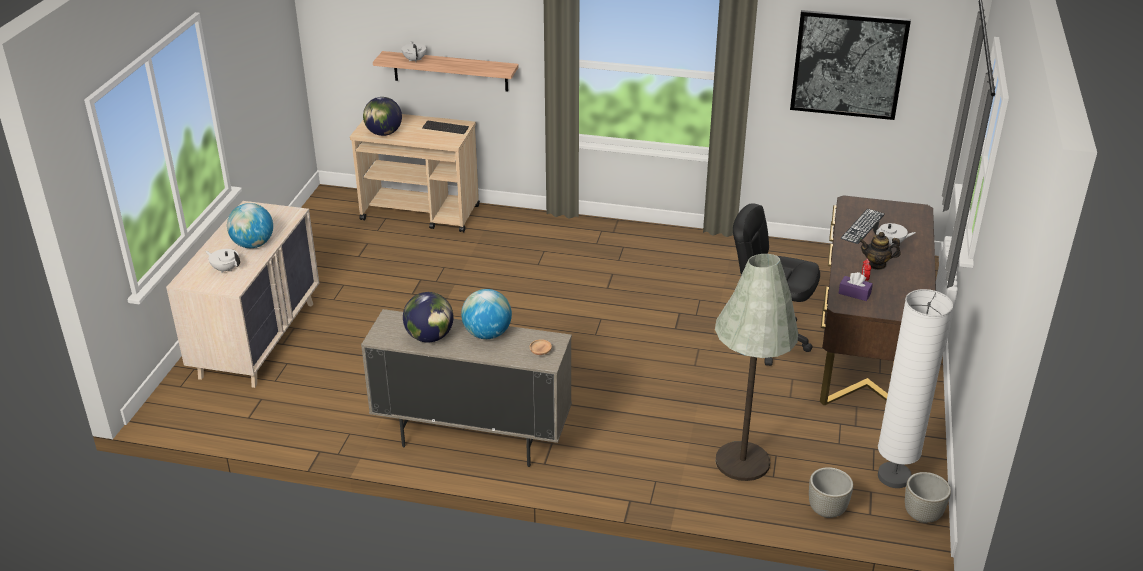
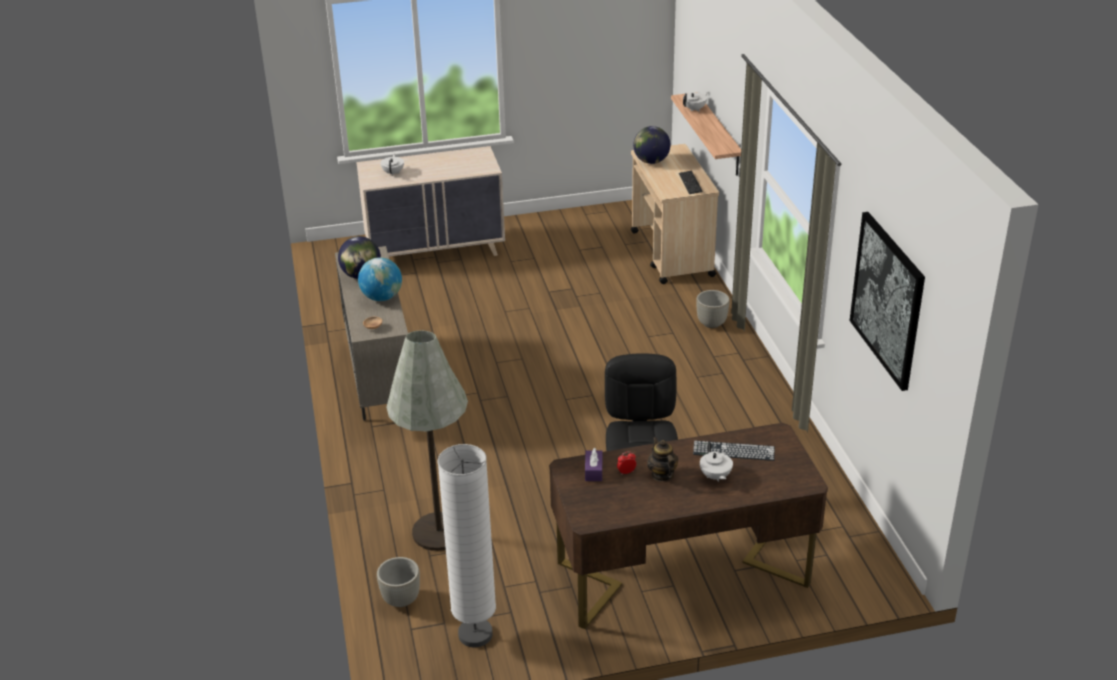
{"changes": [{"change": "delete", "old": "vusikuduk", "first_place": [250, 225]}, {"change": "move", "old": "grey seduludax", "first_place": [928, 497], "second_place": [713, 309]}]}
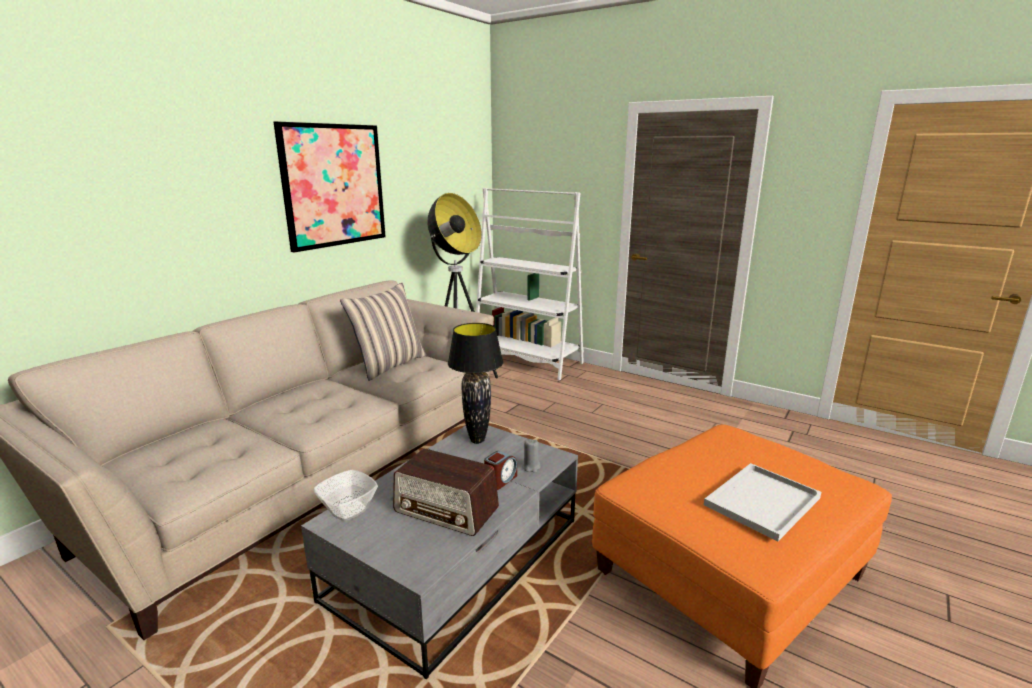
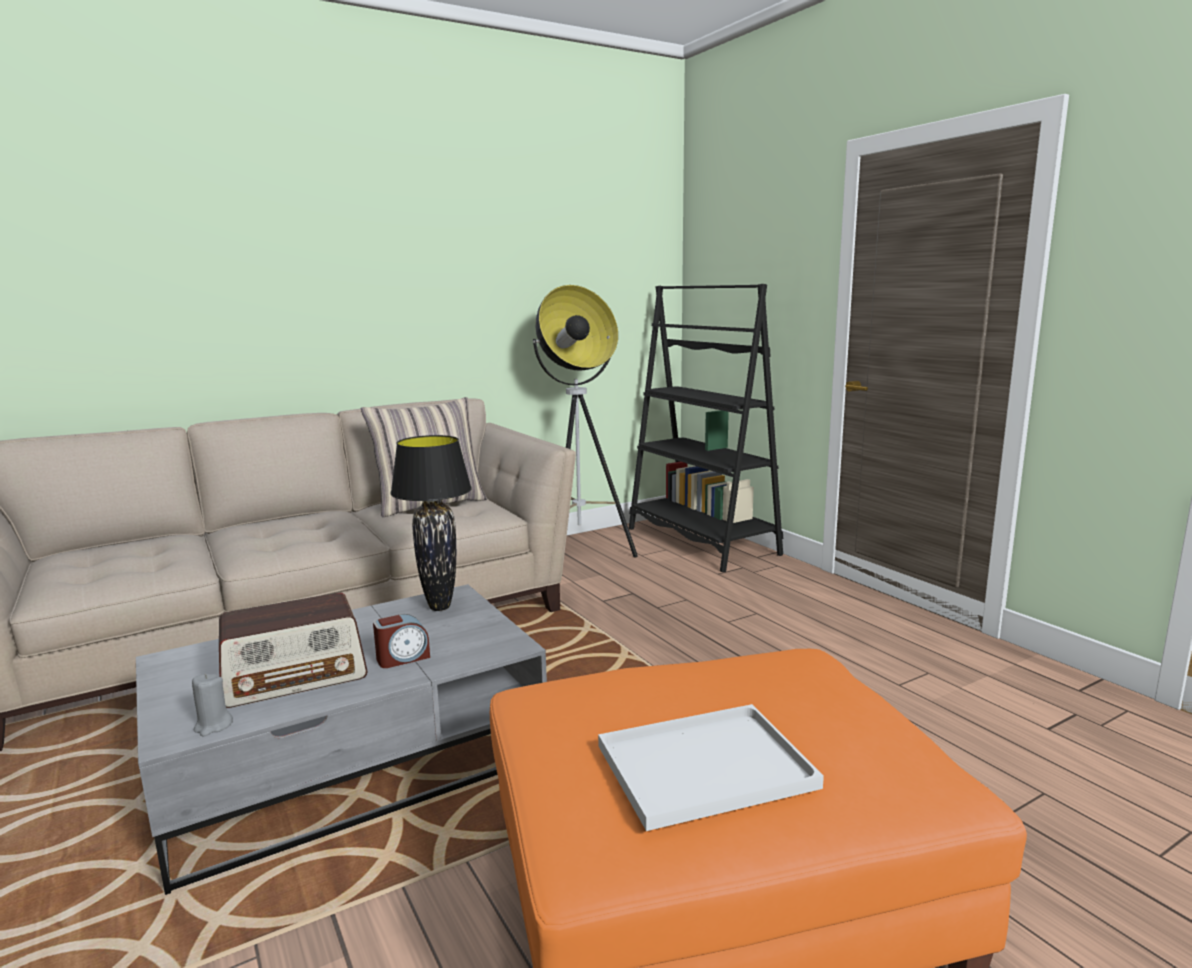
{"changes": [{"change": "delete", "old": "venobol", "first_place": [330, 187]}, {"change": "delete", "old": "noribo", "first_place": [346, 495]}, {"change": "rotate", "old": "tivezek", "first_place": [446, 492], "second_place": [293, 650], "degrees": -75}, {"change": "recolor", "old": "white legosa", "new": "black legosa", "first_place": [530, 284], "second_place": [706, 428]}, {"change": "move", "old": "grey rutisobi", "first_place": [531, 456], "second_place": [212, 705]}]}
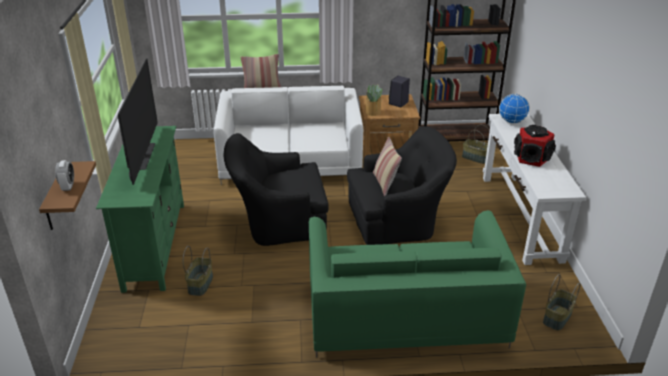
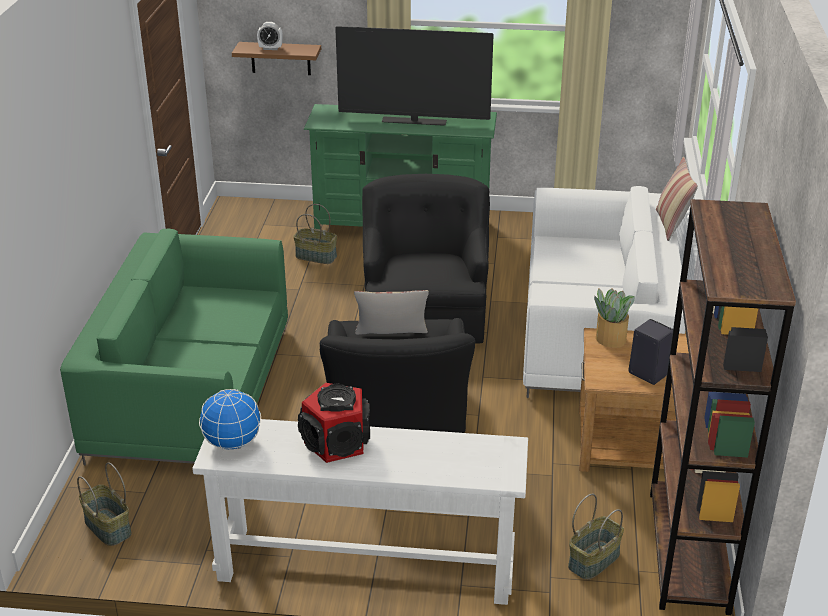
{"changes": [{"change": "move", "old": "vusikuduk", "first_place": [514, 109], "second_place": [230, 419]}]}
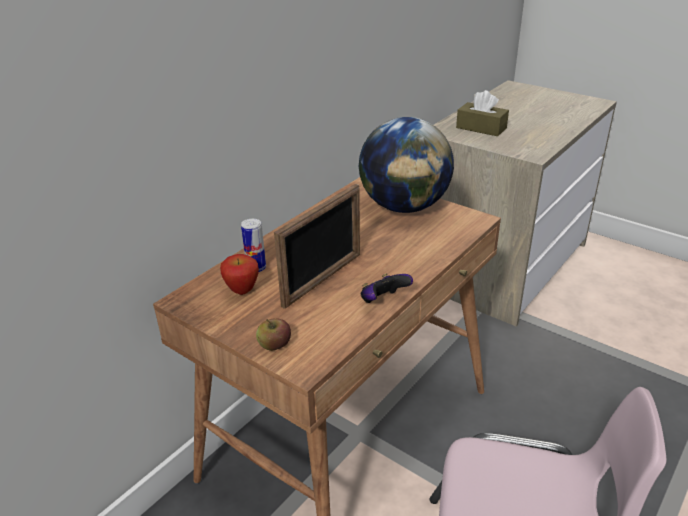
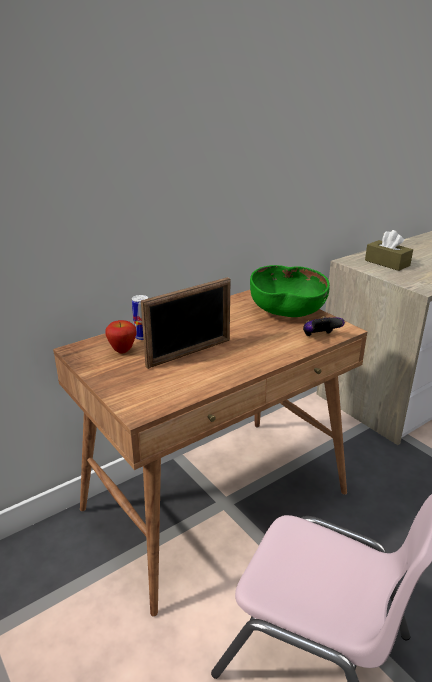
{"changes": [{"change": "delete", "old": "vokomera", "first_place": [273, 334]}, {"change": "replace", "old": "vusikuduk", "new": "green noribo", "first_place": [406, 165], "second_place": [290, 291]}, {"change": "move", "old": "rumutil", "first_place": [387, 288], "second_place": [324, 326]}]}
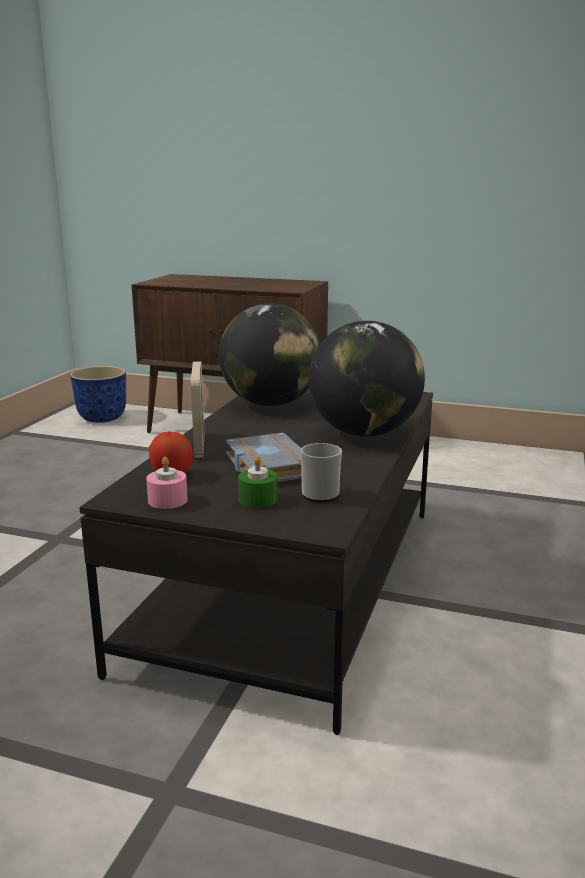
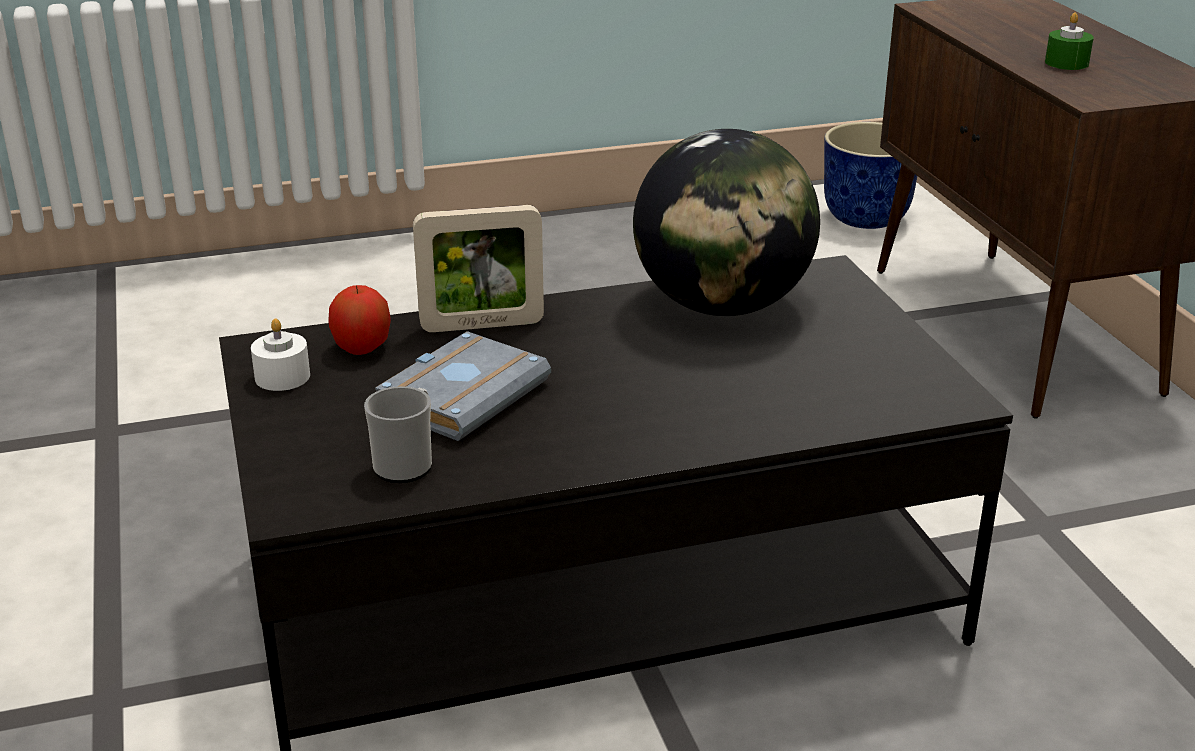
{"changes": [{"change": "recolor", "old": "pink rutisobi", "new": "white rutisobi", "first_place": [166, 483], "second_place": [280, 354]}, {"change": "rotate", "old": "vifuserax", "first_place": [197, 409], "second_place": [478, 268], "degrees": -150}, {"change": "move", "old": "green rutisobi", "first_place": [258, 482], "second_place": [1069, 41]}, {"change": "delete", "old": "vusikuduk", "first_place": [367, 379]}]}
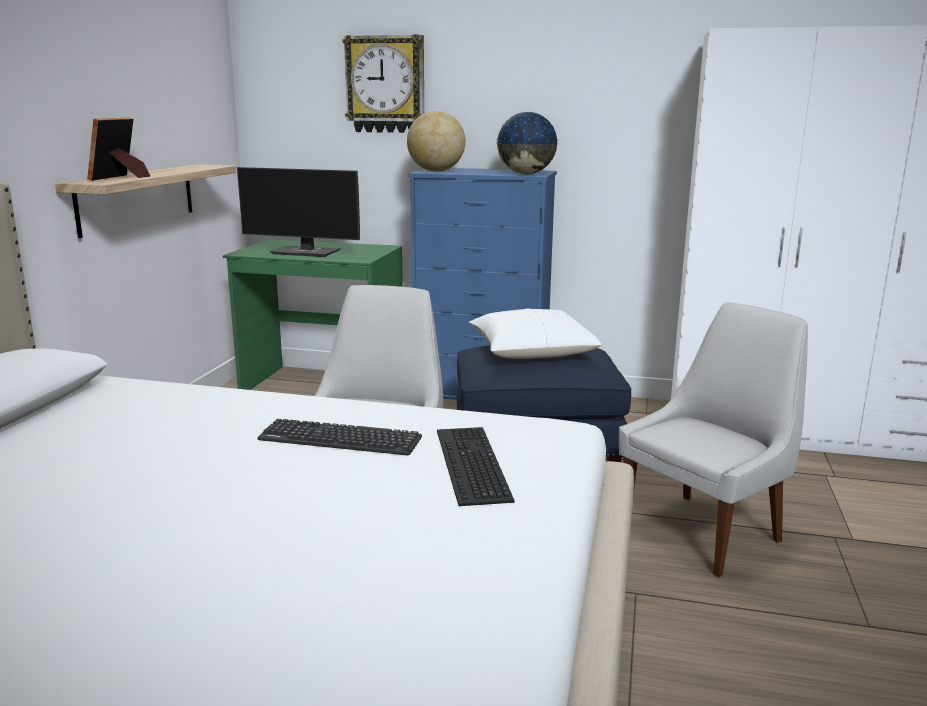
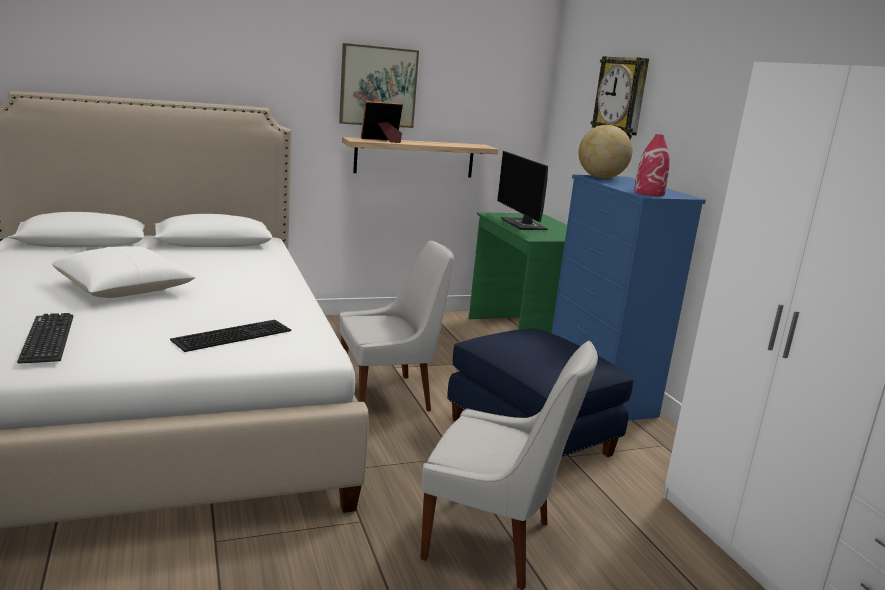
{"changes": [{"change": "move", "old": "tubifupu", "first_place": [340, 437], "second_place": [45, 338]}, {"change": "move", "old": "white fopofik", "first_place": [535, 334], "second_place": [124, 272]}, {"change": "replace", "old": "vusikuduk", "new": "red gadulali", "first_place": [527, 143], "second_place": [651, 165]}, {"change": "insert", "new": "venobol", "second_place": [379, 85]}]}
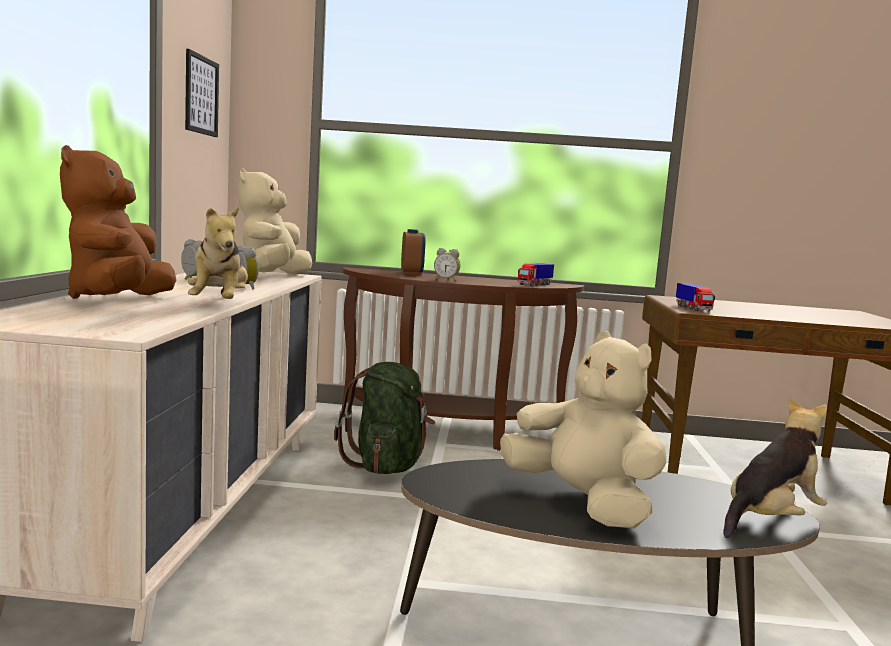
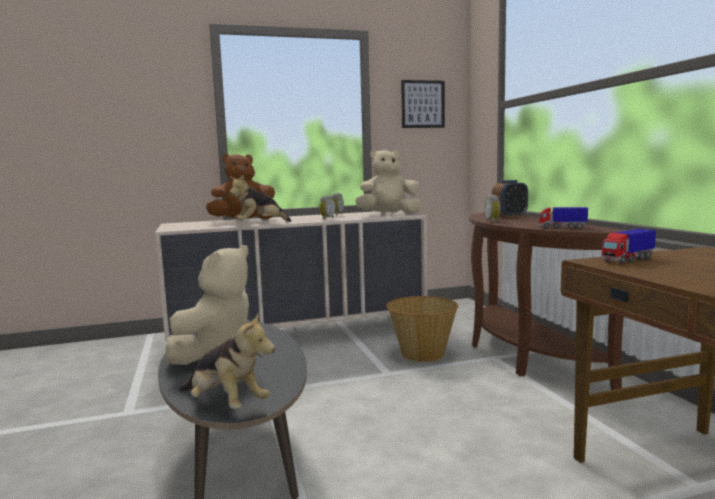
{"changes": [{"change": "replace", "old": "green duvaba", "new": "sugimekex", "first_place": [384, 418], "second_place": [422, 329]}]}
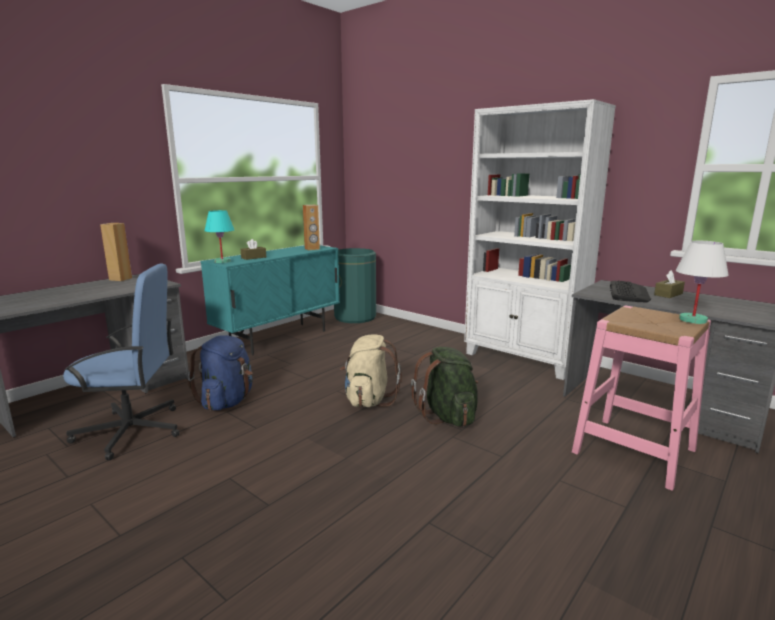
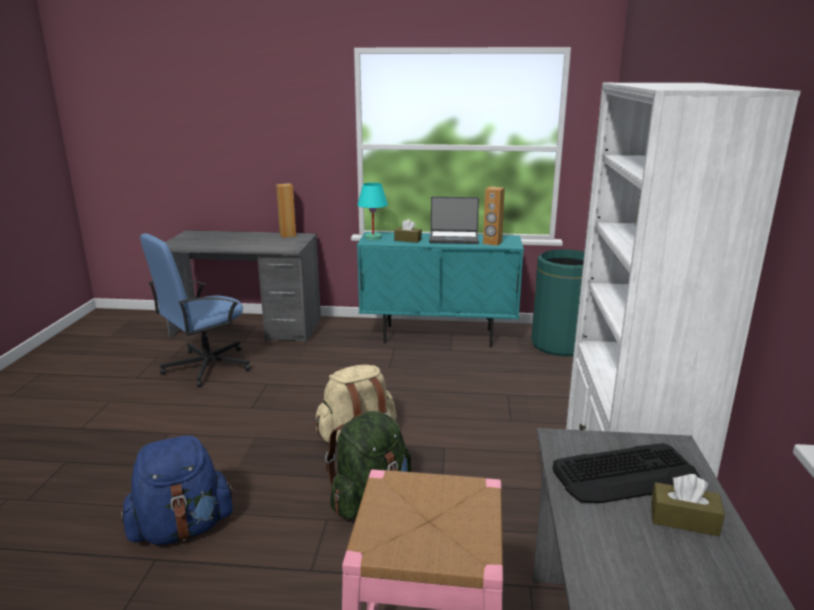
{"changes": [{"change": "rotate", "old": "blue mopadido", "first_place": [121, 362], "second_place": [195, 310], "degrees": 90}, {"change": "move", "old": "blue duvaba", "first_place": [220, 373], "second_place": [177, 490]}, {"change": "delete", "old": "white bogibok", "first_place": [702, 282]}, {"change": "insert", "new": "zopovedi", "second_place": [454, 220]}]}
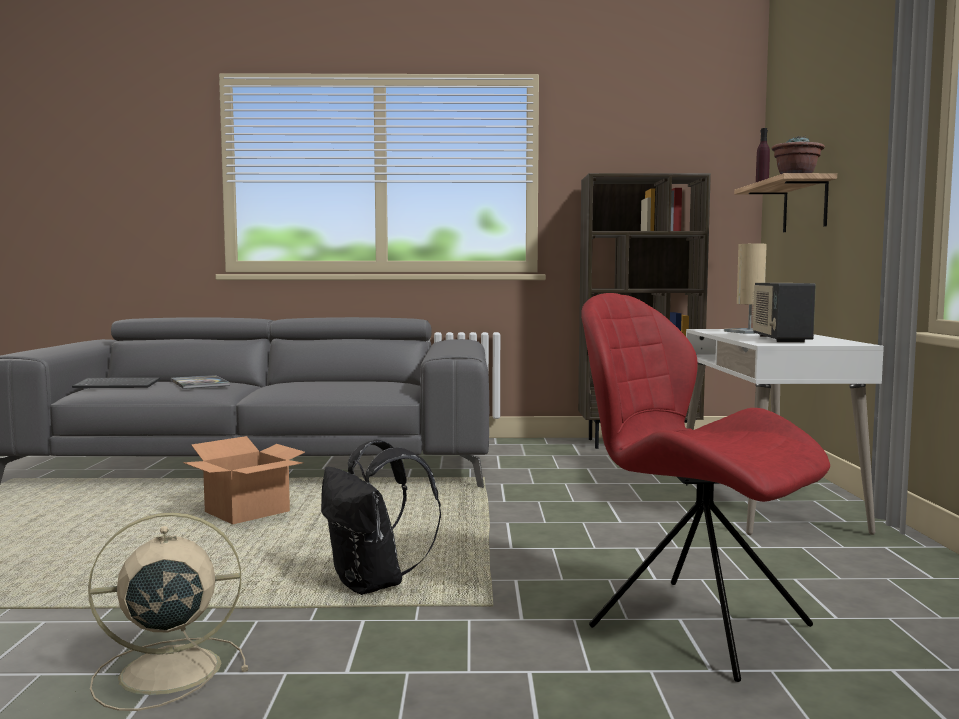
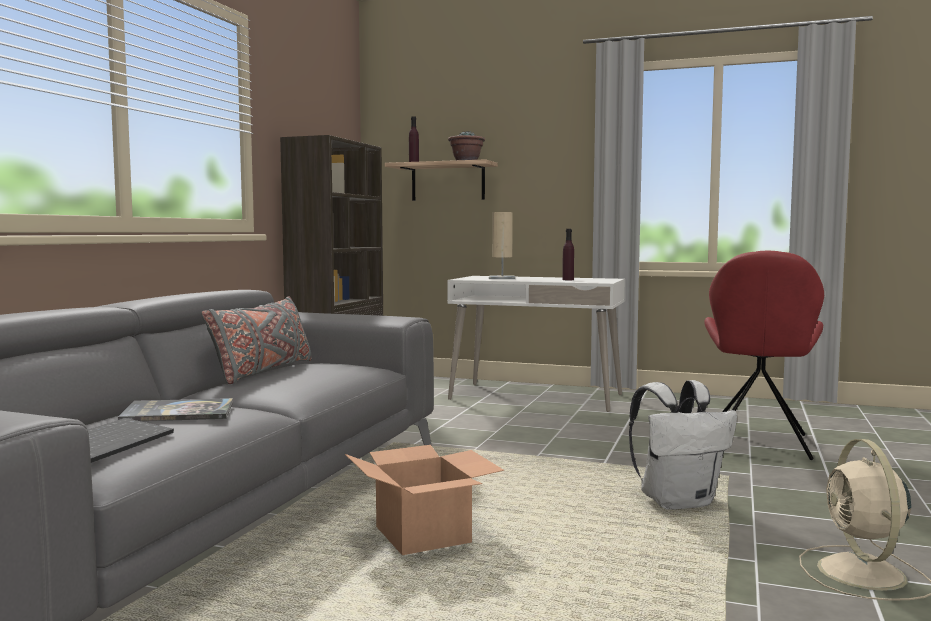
{"changes": [{"change": "recolor", "old": "black duvaba", "new": "white duvaba", "first_place": [381, 517], "second_place": [683, 445]}, {"change": "rotate", "old": "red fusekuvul", "first_place": [705, 487], "second_place": [764, 355], "degrees": -45}, {"change": "replace", "old": "tivezek", "new": "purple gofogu", "first_place": [784, 312], "second_place": [568, 254]}, {"change": "insert", "new": "grey fopofik", "second_place": [256, 340]}]}
